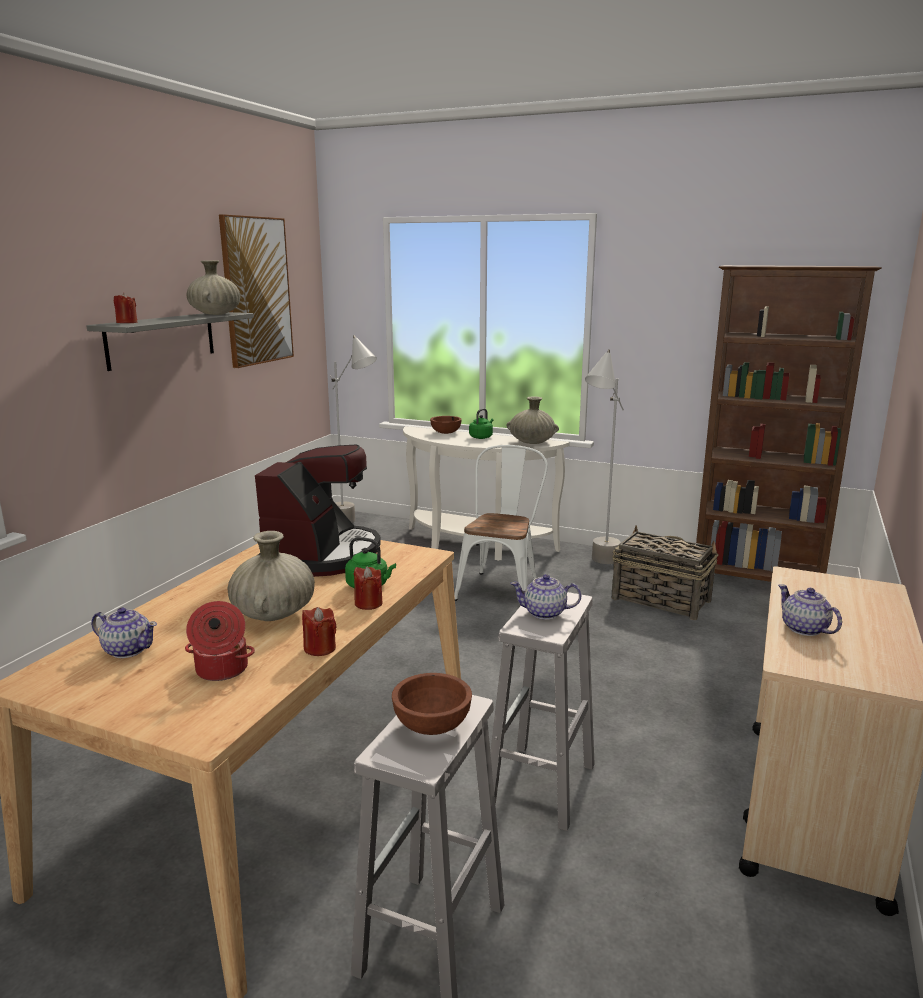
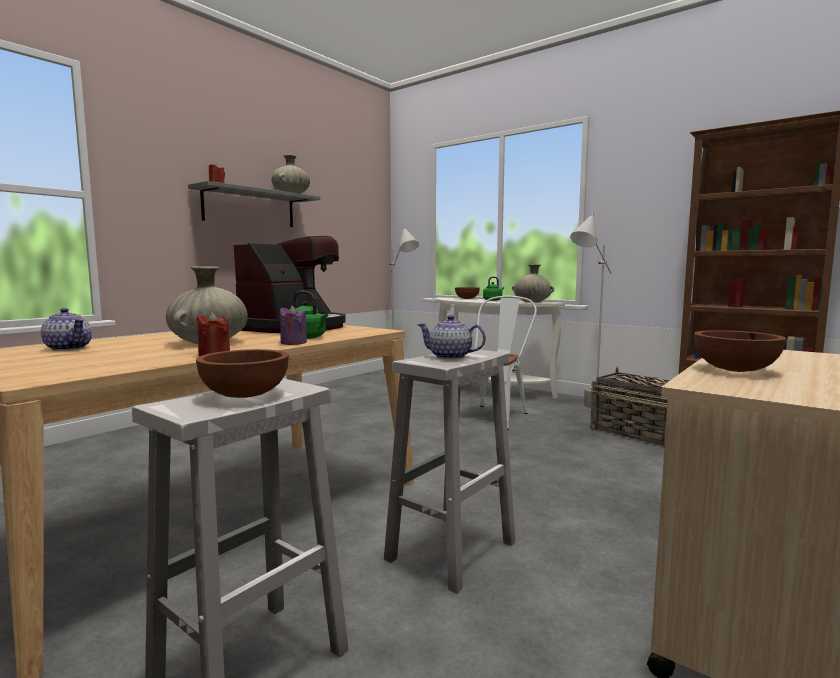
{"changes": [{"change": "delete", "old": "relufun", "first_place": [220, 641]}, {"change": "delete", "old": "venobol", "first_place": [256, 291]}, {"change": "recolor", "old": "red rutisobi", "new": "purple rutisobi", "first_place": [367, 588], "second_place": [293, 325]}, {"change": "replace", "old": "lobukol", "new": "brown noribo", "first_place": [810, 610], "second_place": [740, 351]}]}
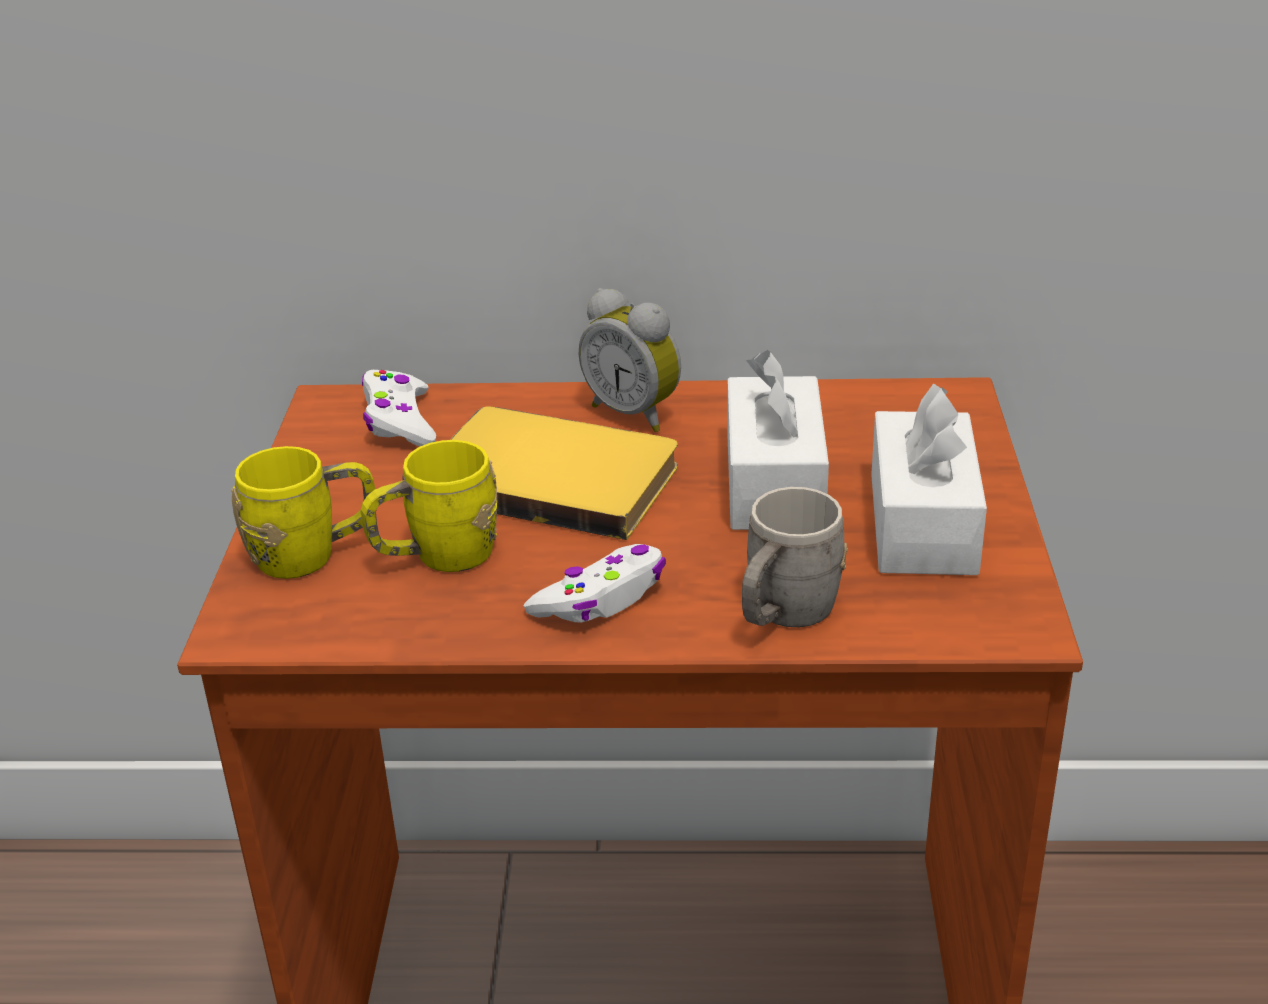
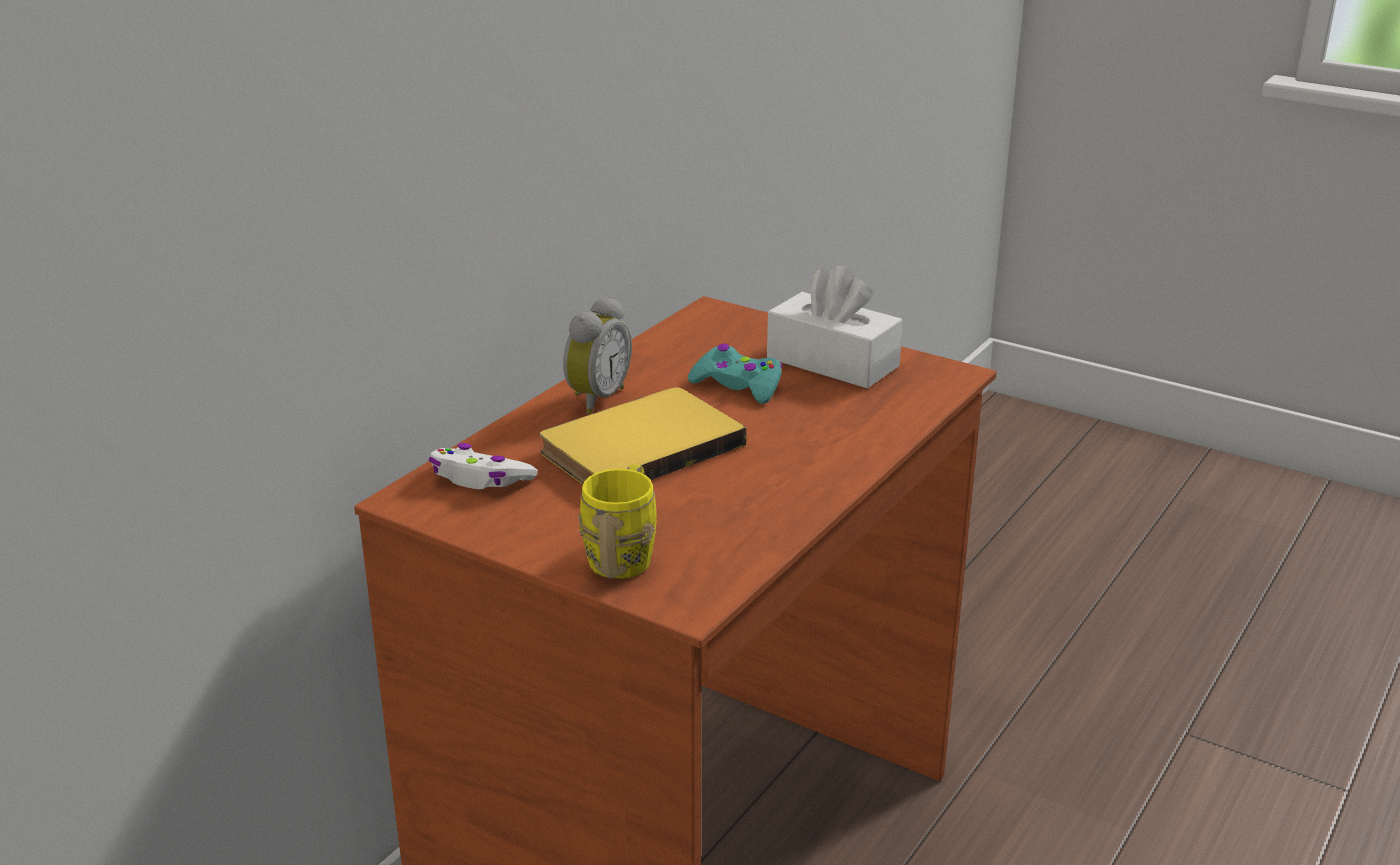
{"changes": [{"change": "delete", "old": "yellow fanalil", "first_place": [429, 506]}, {"change": "delete", "old": "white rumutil", "first_place": [595, 583]}, {"change": "rotate", "old": "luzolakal", "first_place": [630, 360], "second_place": [597, 355], "degrees": -45}, {"change": "replace", "old": "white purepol", "new": "turquoise rumutil", "first_place": [778, 440], "second_place": [735, 373]}, {"change": "delete", "old": "grey fanalil", "first_place": [795, 557]}]}
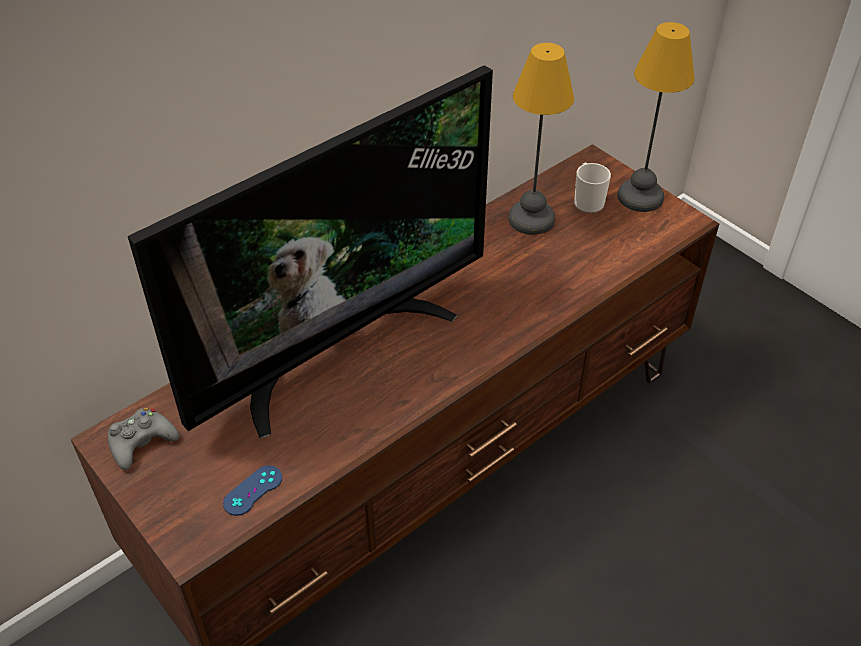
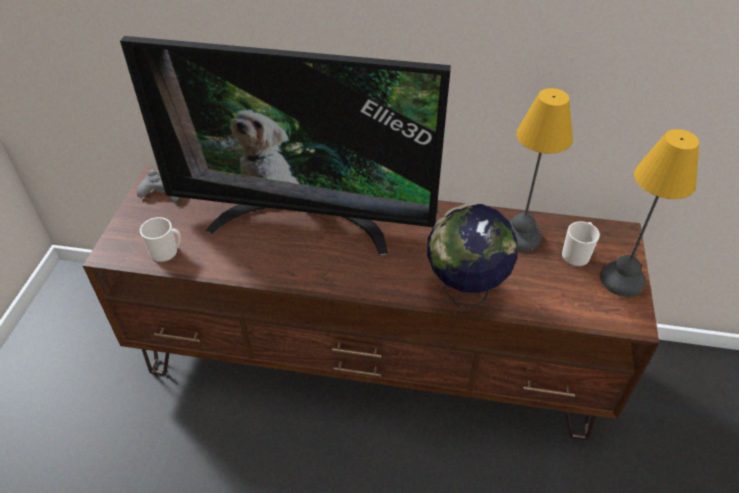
{"changes": [{"change": "replace", "old": "blue rumutil", "new": "fanalil", "first_place": [252, 490], "second_place": [160, 239]}, {"change": "insert", "new": "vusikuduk", "second_place": [472, 256]}]}
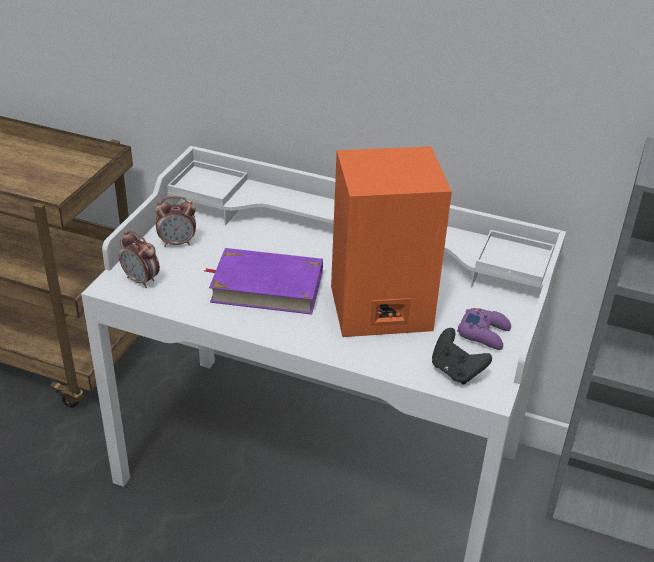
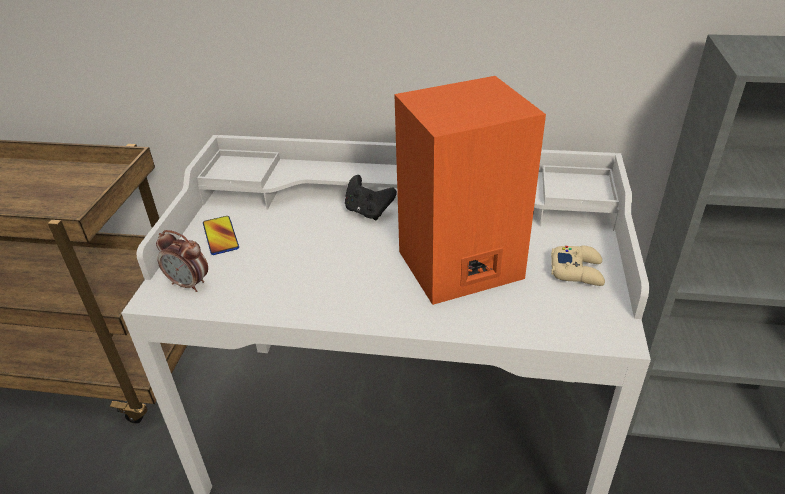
{"changes": [{"change": "replace", "old": "luzolakal", "new": "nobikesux", "first_place": [175, 221], "second_place": [221, 235]}, {"change": "delete", "old": "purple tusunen", "first_place": [264, 281]}, {"change": "move", "old": "black rumutil", "first_place": [462, 356], "second_place": [371, 197]}, {"change": "recolor", "old": "purple rumutil", "new": "beige rumutil", "first_place": [484, 329], "second_place": [578, 265]}]}
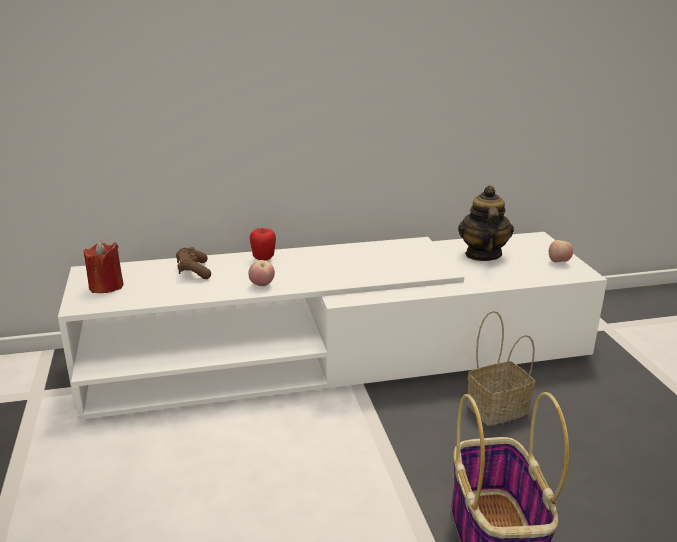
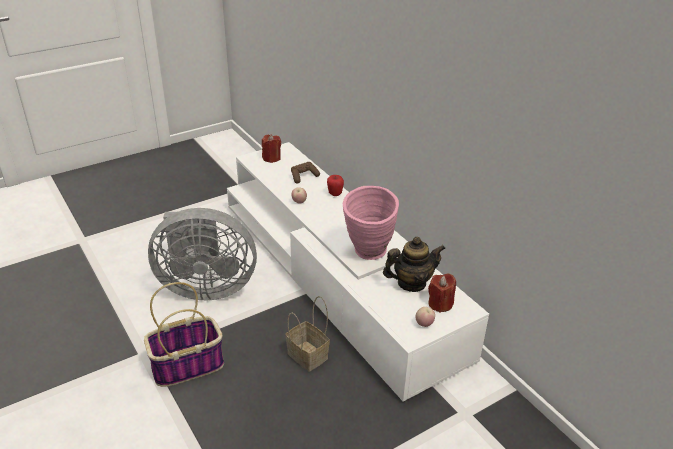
{"changes": [{"change": "insert", "new": "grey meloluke", "second_place": [202, 254]}, {"change": "insert", "new": "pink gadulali", "second_place": [371, 223]}, {"change": "insert", "new": "red rutisobi", "second_place": [442, 293]}]}
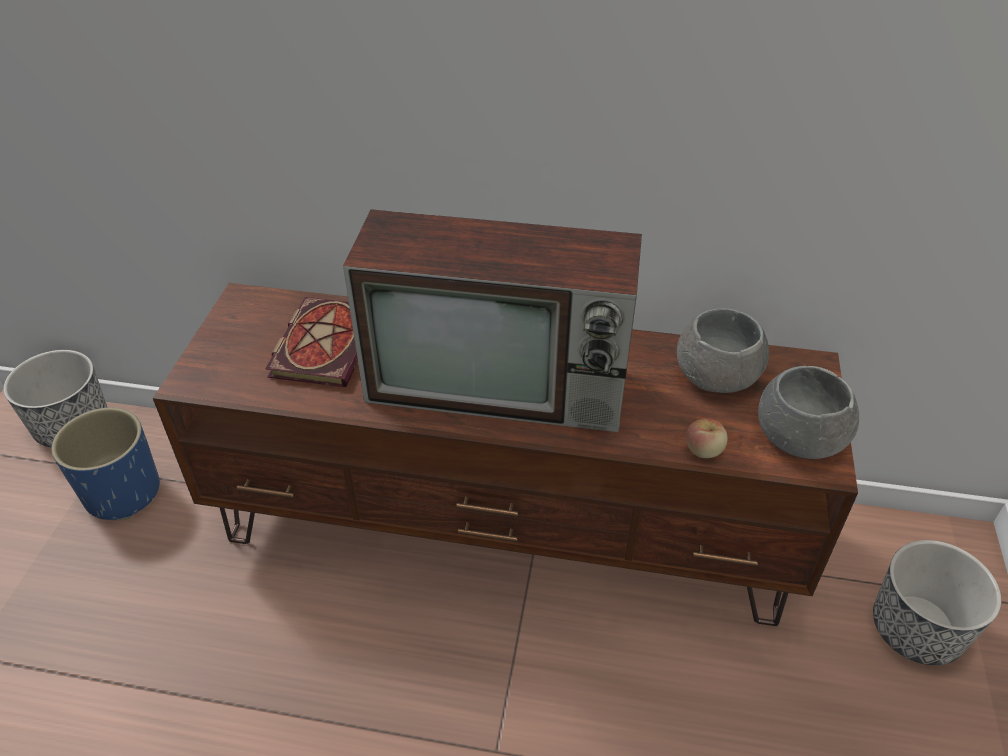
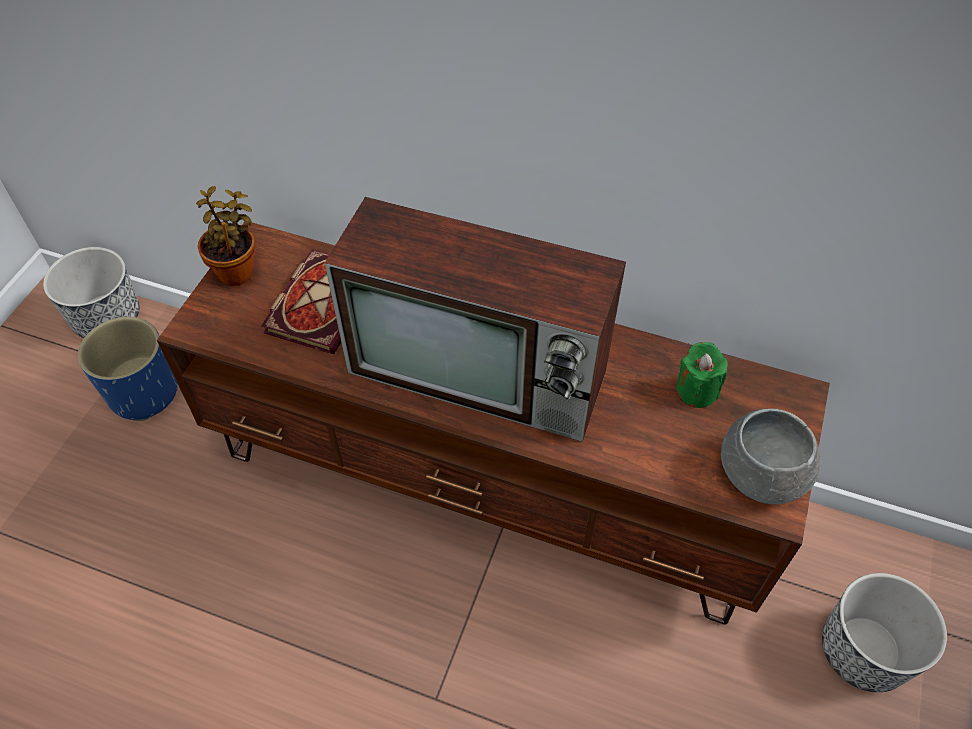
{"changes": [{"change": "replace", "old": "grey noribo", "new": "green rutisobi", "first_place": [723, 350], "second_place": [702, 375]}, {"change": "delete", "old": "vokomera", "first_place": [706, 438]}, {"change": "insert", "new": "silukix", "second_place": [226, 236]}]}
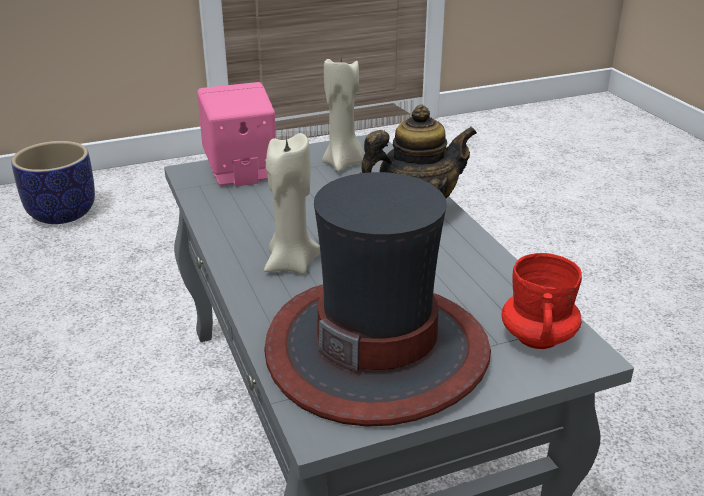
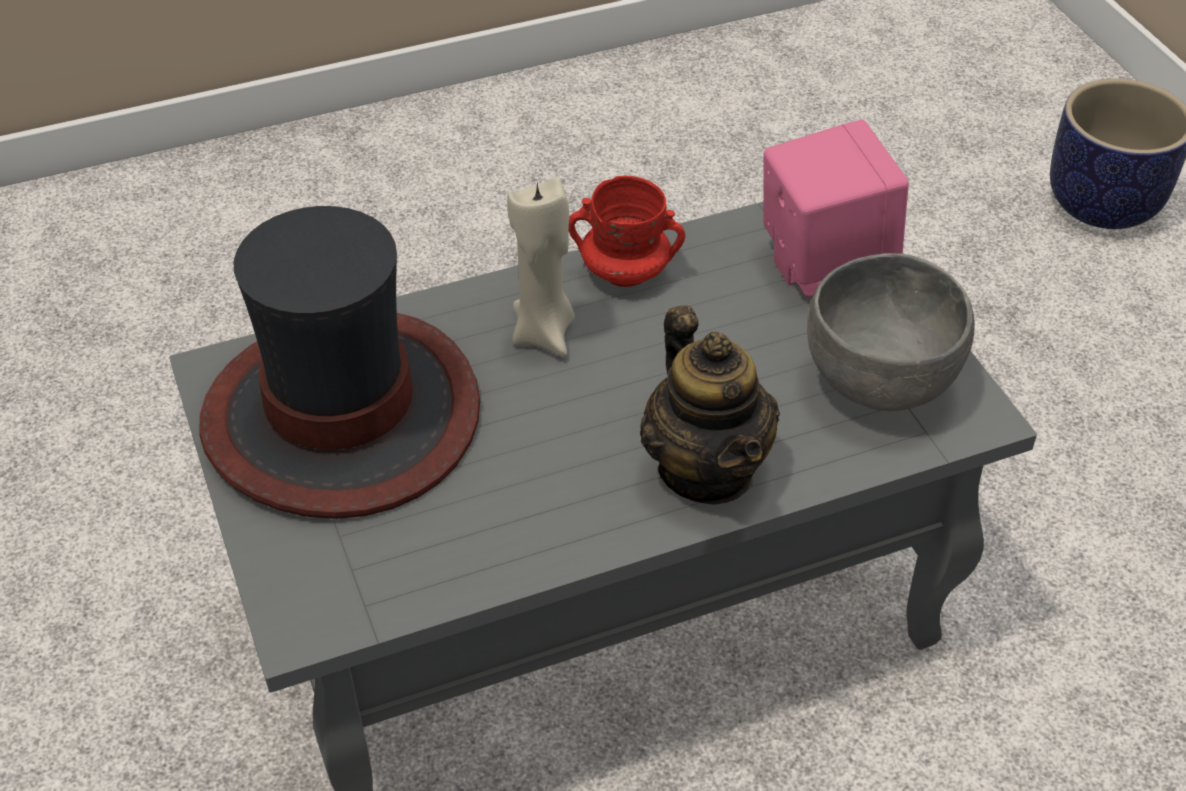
{"changes": [{"change": "replace", "old": "beige rutisobi", "new": "grey noribo", "first_place": [343, 114], "second_place": [891, 332]}, {"change": "move", "old": "red fanalil", "first_place": [541, 301], "second_place": [627, 231]}]}
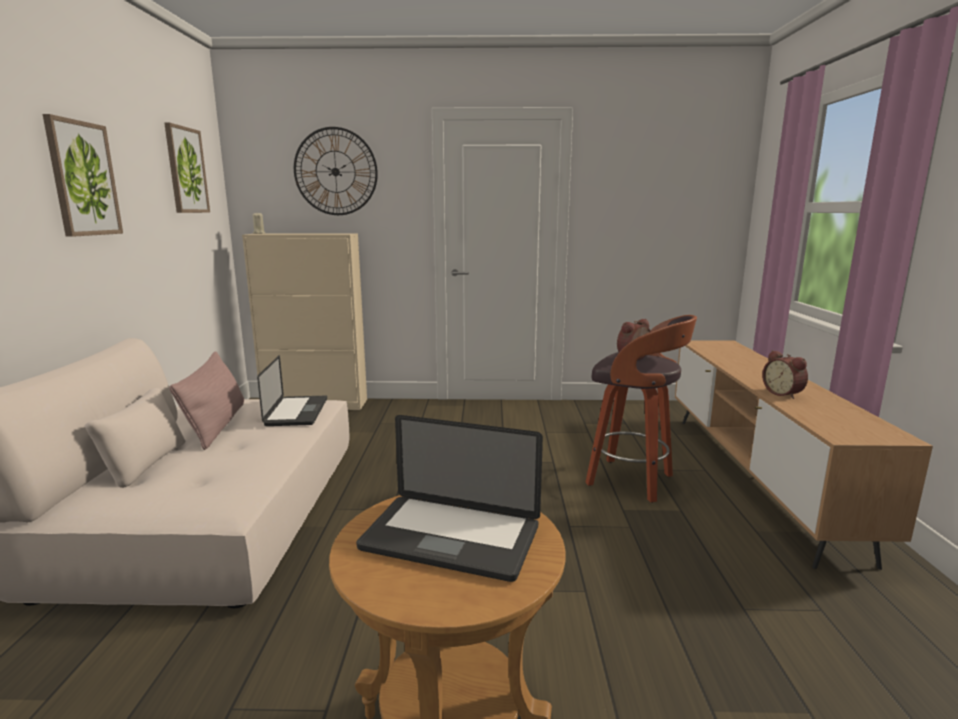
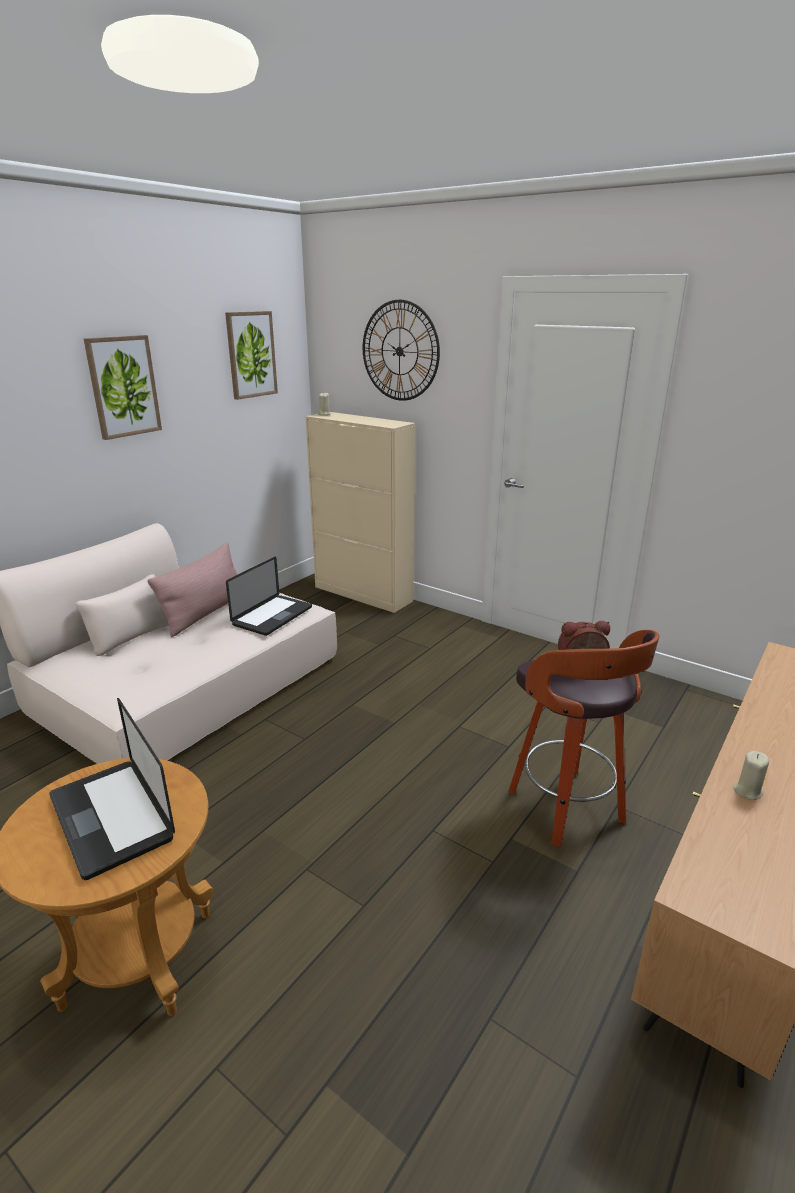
{"changes": [{"change": "replace", "old": "luzolakal", "new": "beige rutisobi", "first_place": [785, 374], "second_place": [751, 775]}]}
